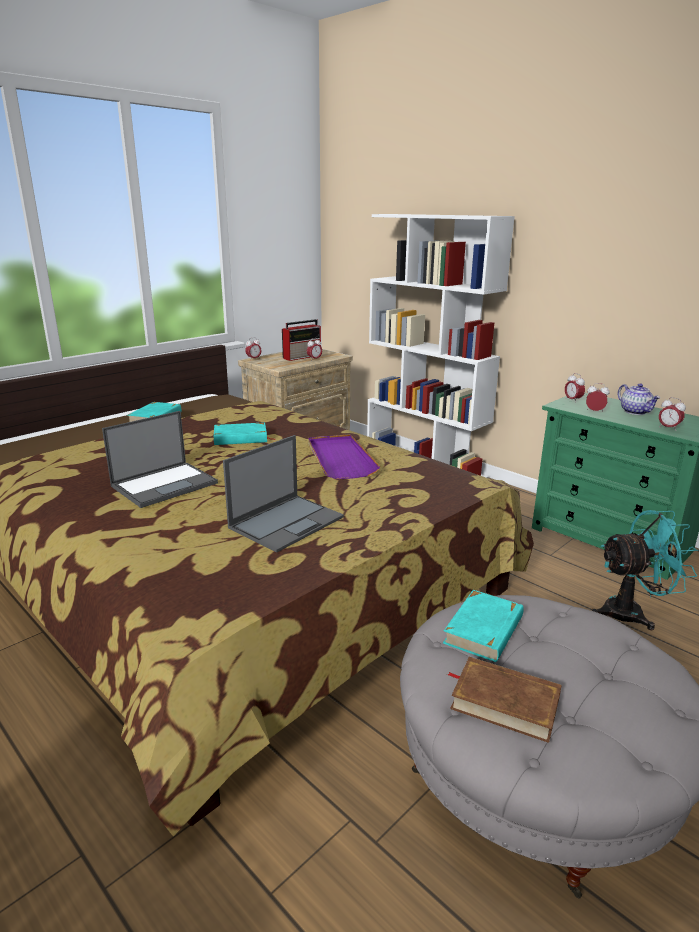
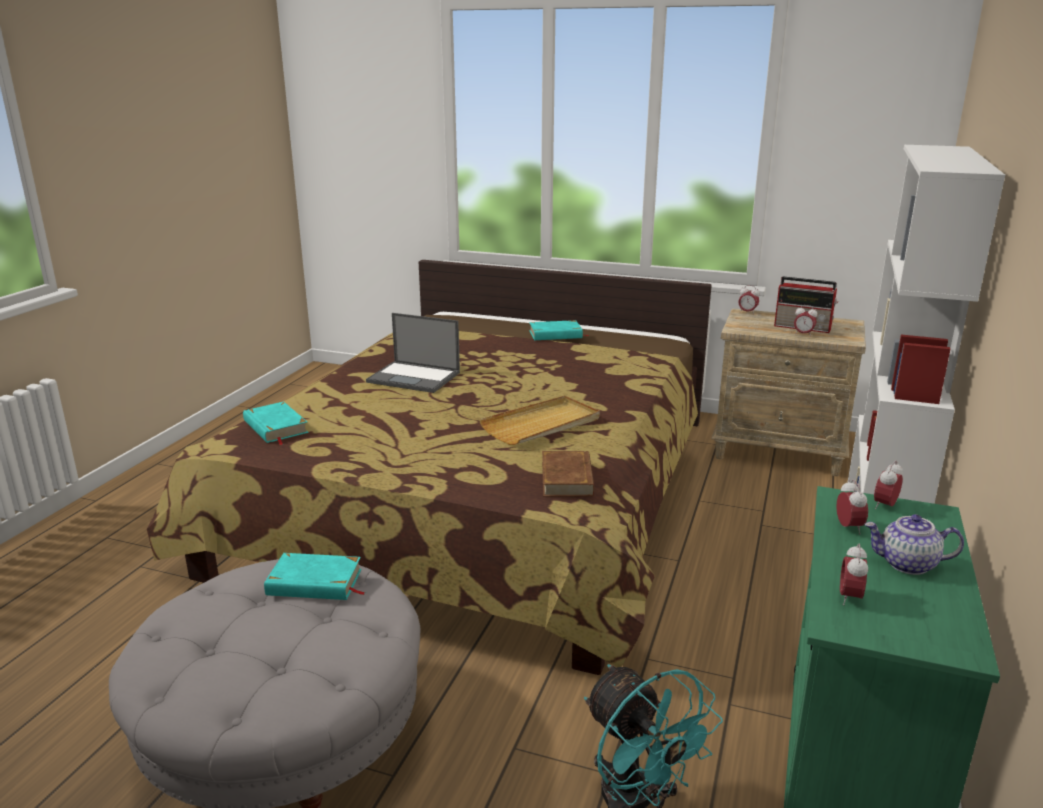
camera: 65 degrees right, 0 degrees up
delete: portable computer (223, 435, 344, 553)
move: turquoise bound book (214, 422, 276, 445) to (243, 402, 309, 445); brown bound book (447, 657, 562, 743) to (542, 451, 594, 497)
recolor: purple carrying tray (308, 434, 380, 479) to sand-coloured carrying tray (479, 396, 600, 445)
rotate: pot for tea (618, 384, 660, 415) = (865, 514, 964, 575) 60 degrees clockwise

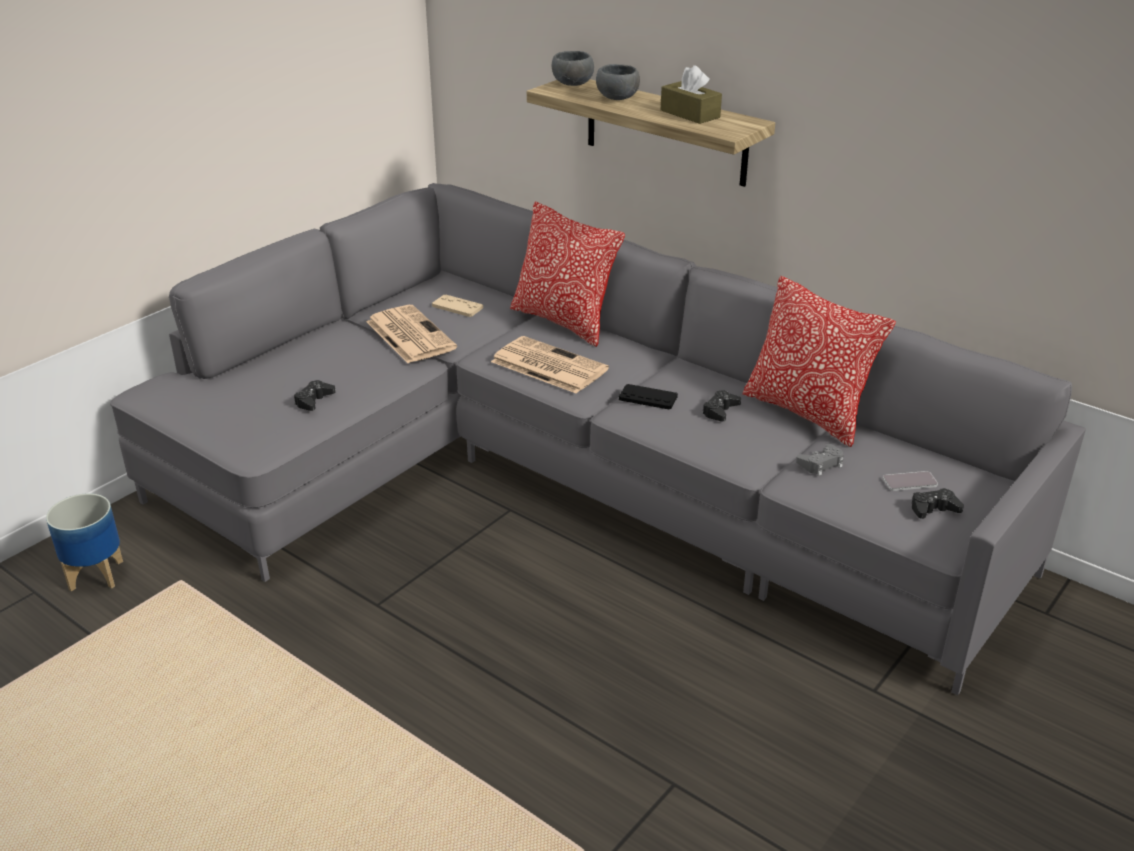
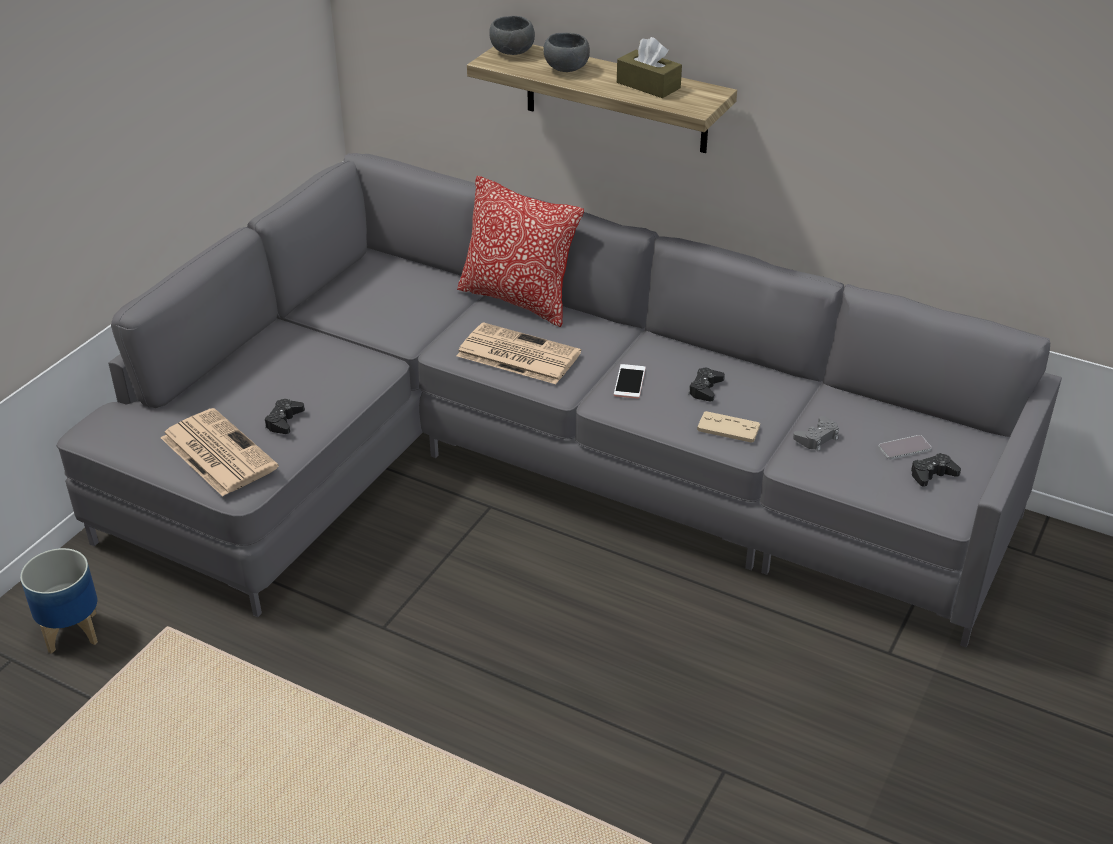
camera: 10 degrees left, 5 degrees up
delete: throw pillow (742, 276, 896, 447)
move: sand-coloured joypad (432, 294, 483, 317) to (697, 411, 760, 443); newspaper (366, 305, 457, 363) to (161, 408, 279, 497)
replace: black joypad (619, 384, 678, 409) to telephone (614, 364, 646, 398)

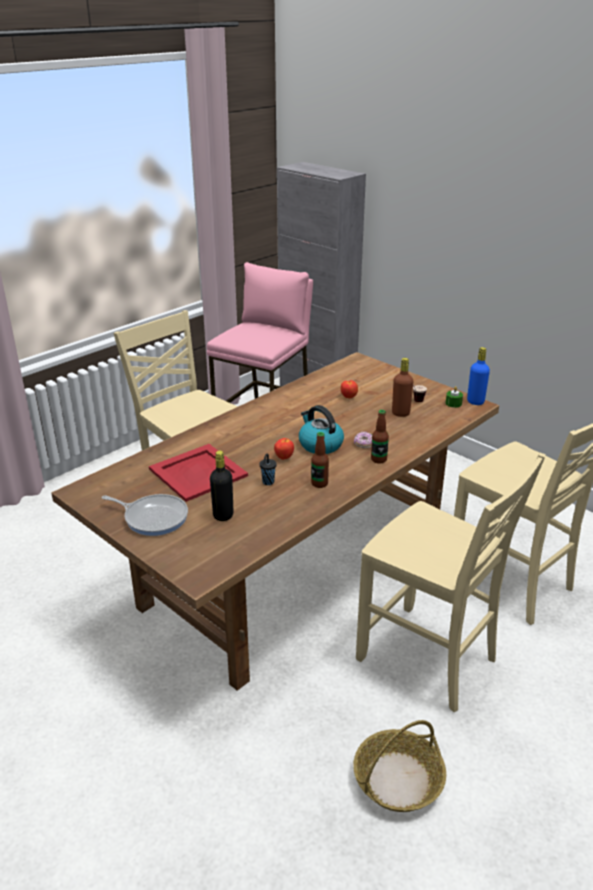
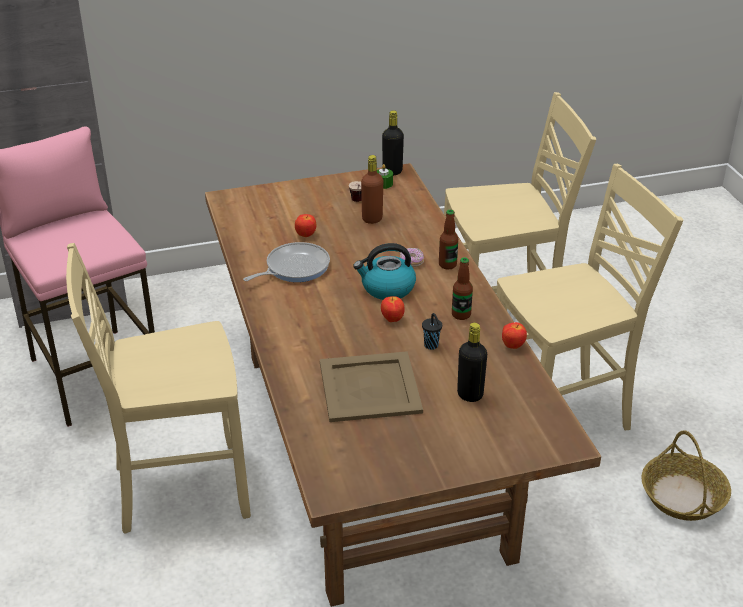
camera: 60 degrees left, 5 degrees up
insert: apple (502, 322, 527, 349)
move: skillet (102, 494, 188, 536) to (243, 242, 330, 282)
recolor: blue beverage bottle (467, 347, 490, 405) to black beverage bottle (382, 110, 404, 175); red carrying tray (149, 444, 248, 502) to sand-coloured carrying tray (320, 351, 423, 422)

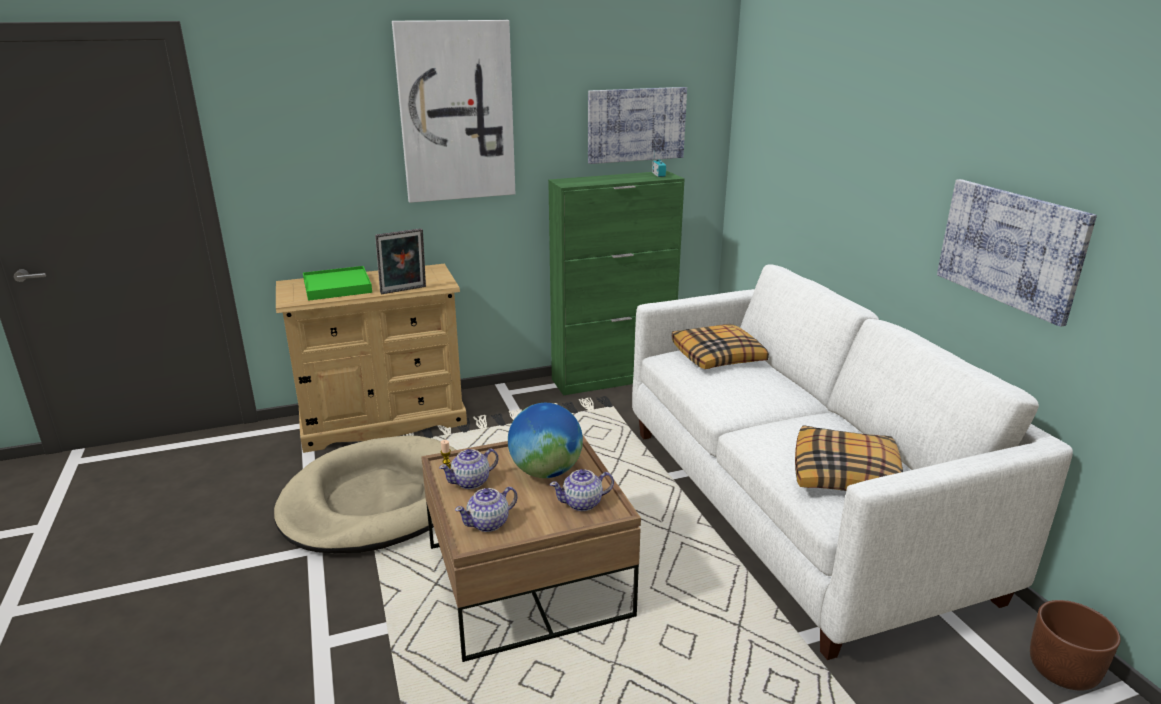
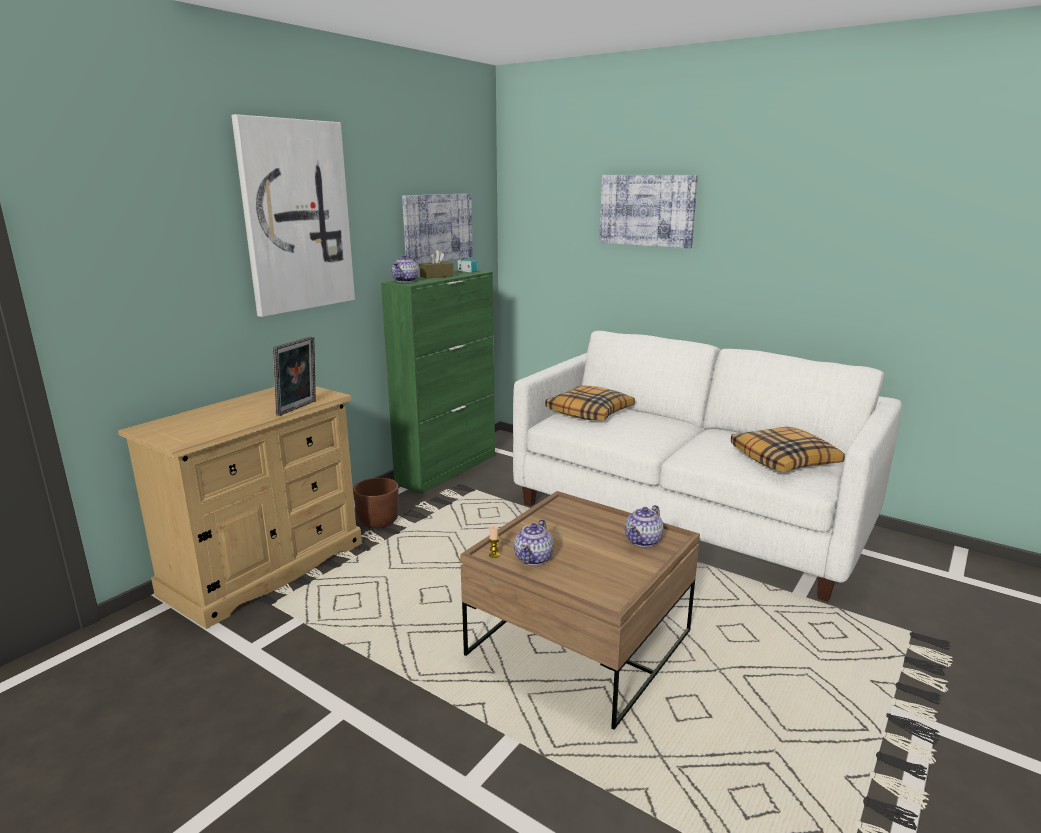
camera: 35 degrees left, 5 degrees down
delete: green-coloured carrying tray (303, 266, 372, 301); desk globe (508, 403, 583, 478); sand-coloured dog cushion (274, 435, 456, 553)
insert: brown tissue holder (419, 250, 454, 279)
move: wall picture (937, 179, 1097, 327) to (599, 175, 698, 248); pot for tea (455, 487, 518, 532) to (392, 255, 419, 282); brown planter (1030, 600, 1121, 691) to (353, 478, 399, 529)

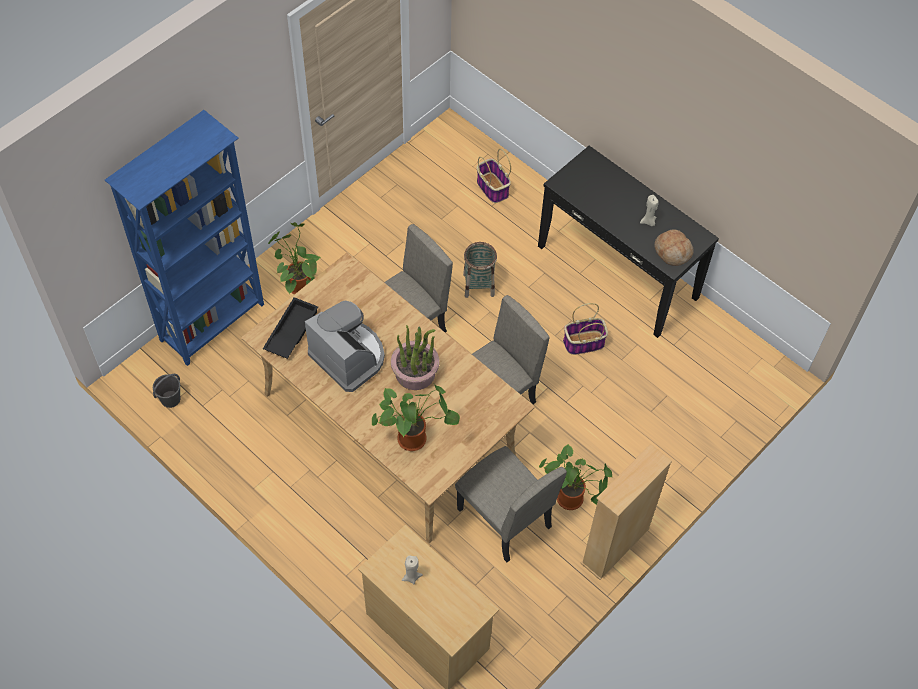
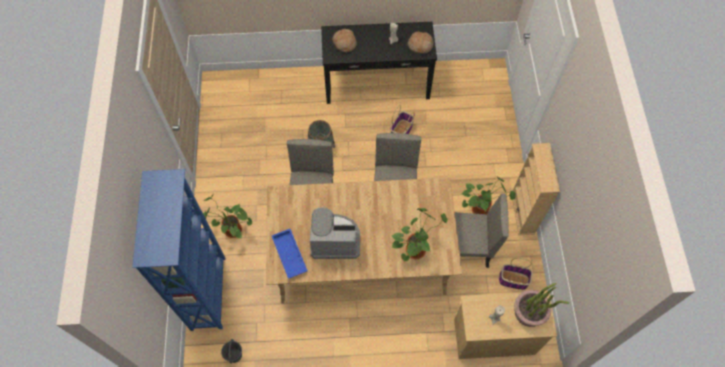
camera: 45 degrees left, 5 degrees up
insert: baked bread (332, 29, 357, 53)
move: household basket (477, 149, 511, 203) to (499, 258, 533, 290); plant in a pot (391, 325, 439, 390) to (514, 283, 569, 327)
recolor: black carrying tray (263, 297, 318, 359) to blue carrying tray (272, 229, 308, 279)

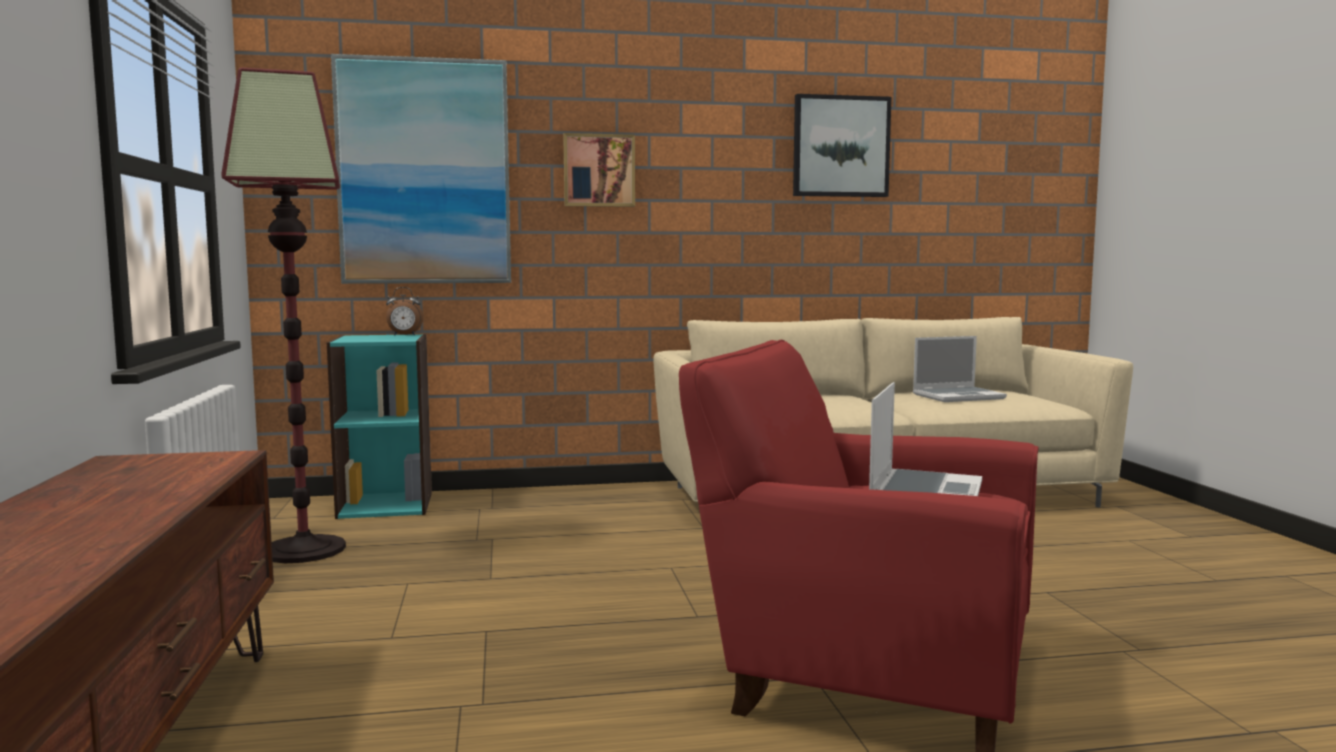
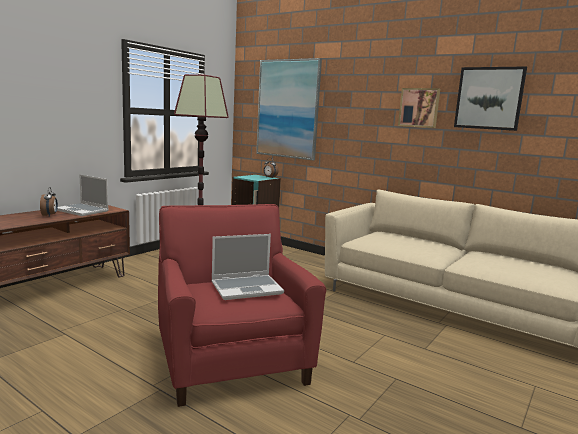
camera: 45 degrees right, 5 degrees up
insert: alarm clock (40, 187, 58, 217)
move: wall picture (563, 133, 635, 207) to (398, 88, 440, 128); portable computer (913, 336, 1007, 402) to (57, 175, 109, 216)

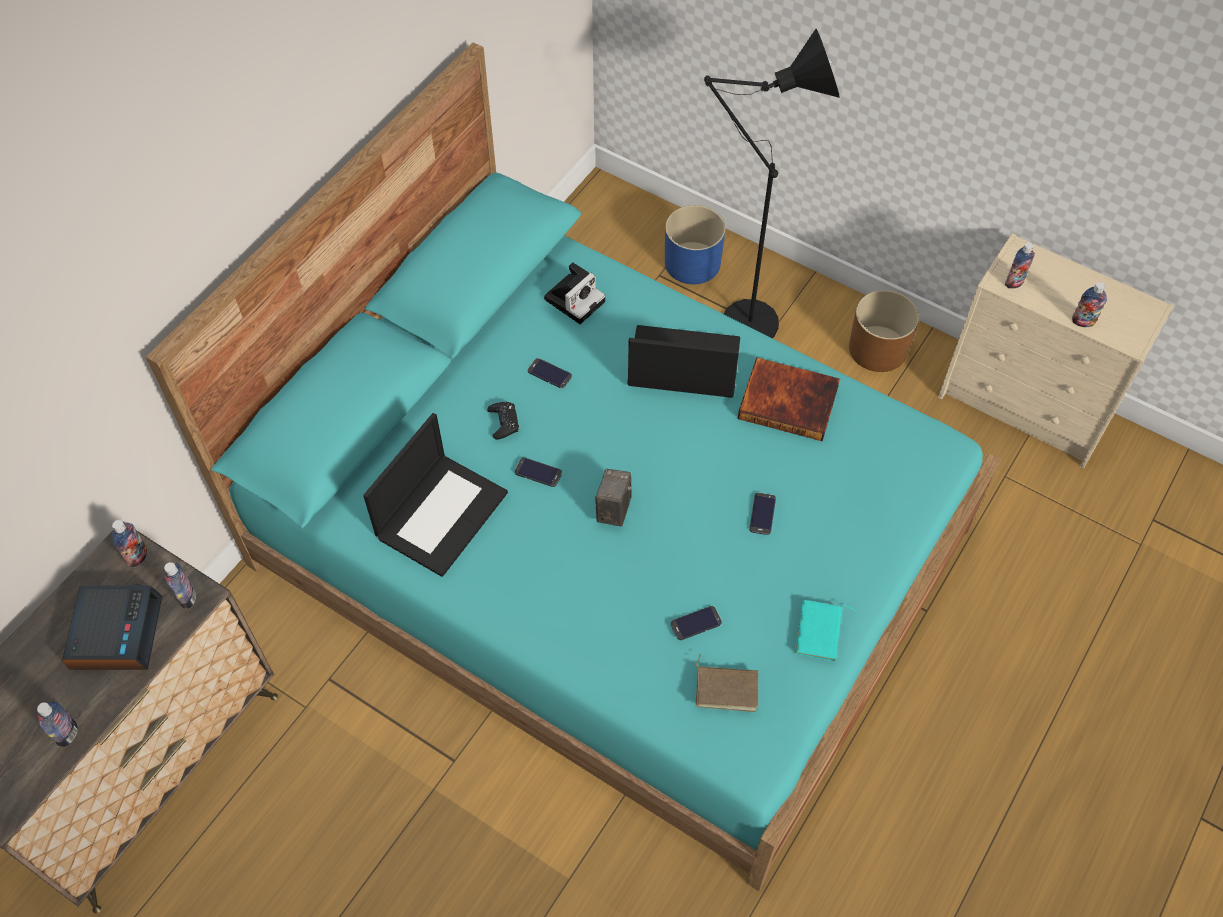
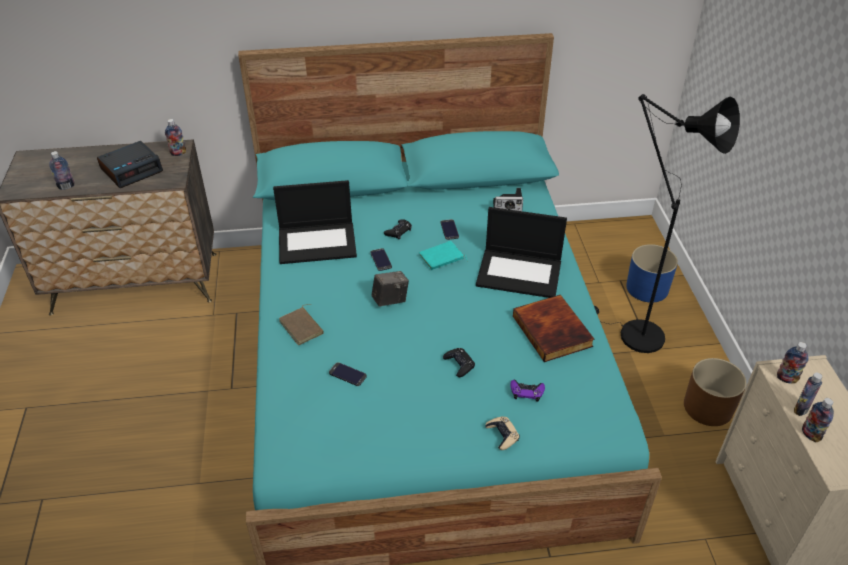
camera: 50 degrees right, 15 degrees down
insert: purple joypad (510, 380, 545, 402); sand-coloured joypad (485, 417, 520, 450)
move: beverage bottle (164, 562, 196, 609) to (794, 373, 822, 416); turquoise bound book (794, 600, 856, 661) to (419, 241, 468, 270); brown bound book (695, 654, 758, 712) to (279, 304, 324, 345)
replace: telephone (749, 493, 776, 535) to black joypad (443, 348, 475, 377)
rotate: portable computer (627, 325, 740, 398) = (476, 207, 567, 298) 135 degrees clockwise

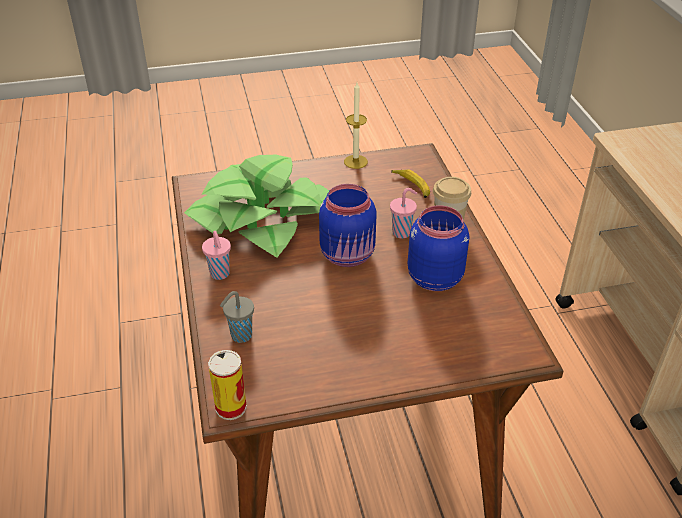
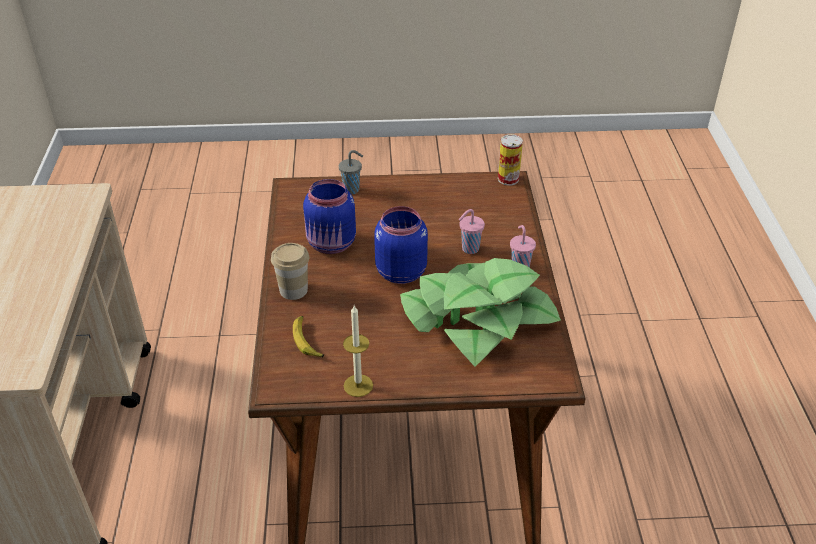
camera: 170 degrees left, 0 degrees up
move: pinkish drinking cup (390, 188, 417, 238) to (458, 209, 485, 254); grey drinking cup (220, 291, 254, 343) to (339, 150, 363, 195)

